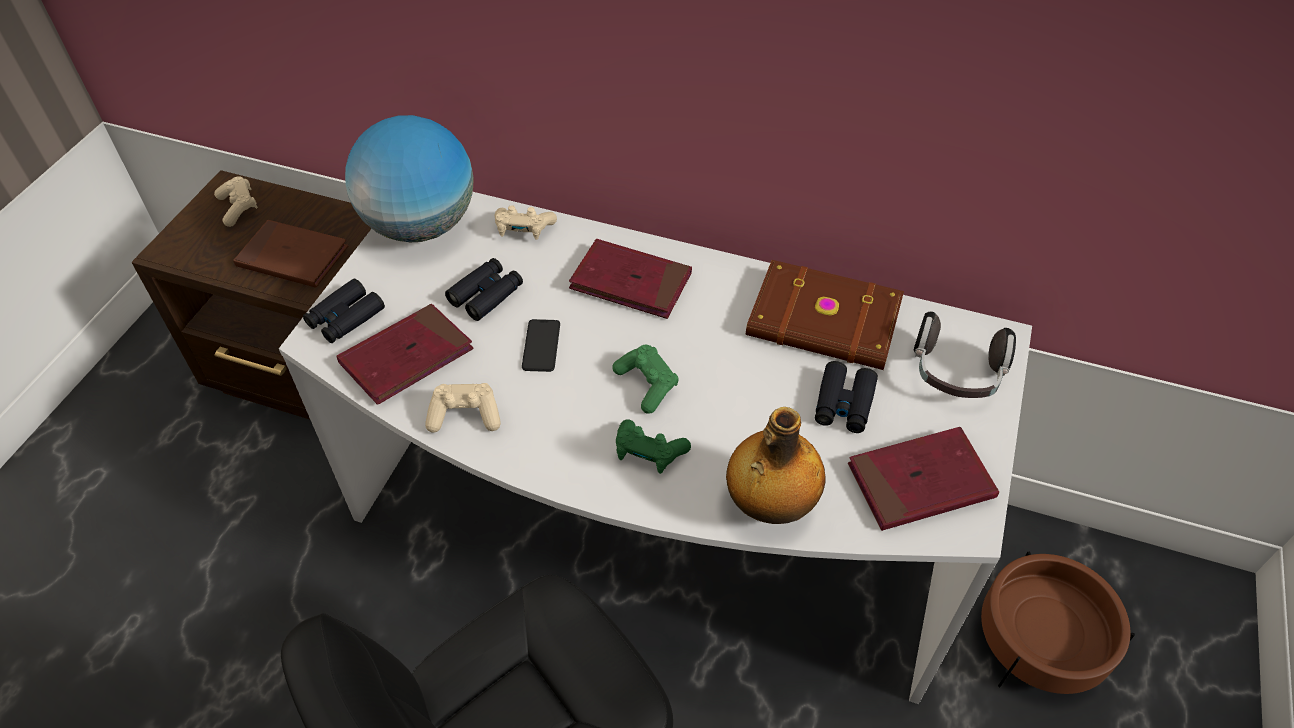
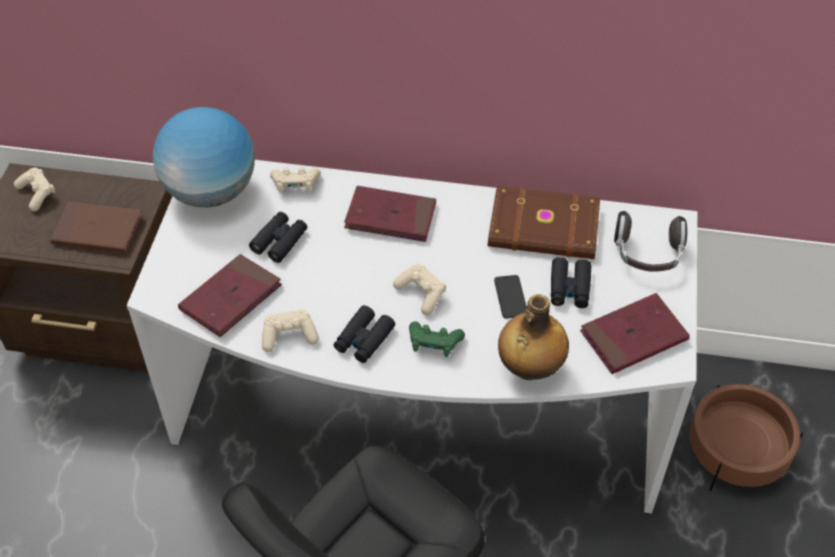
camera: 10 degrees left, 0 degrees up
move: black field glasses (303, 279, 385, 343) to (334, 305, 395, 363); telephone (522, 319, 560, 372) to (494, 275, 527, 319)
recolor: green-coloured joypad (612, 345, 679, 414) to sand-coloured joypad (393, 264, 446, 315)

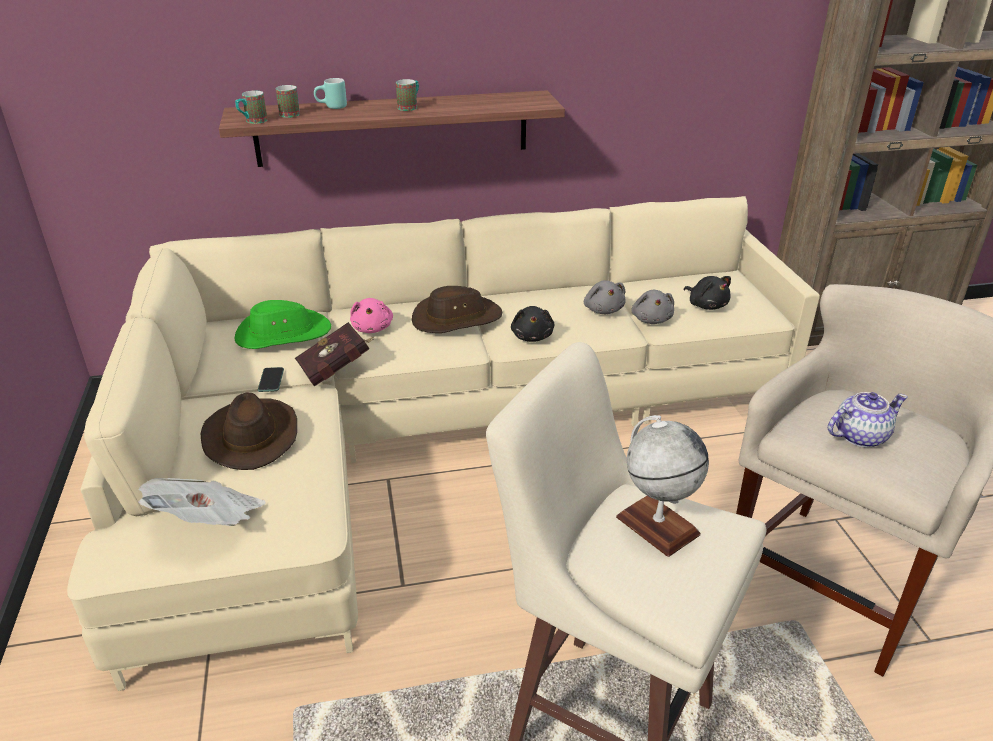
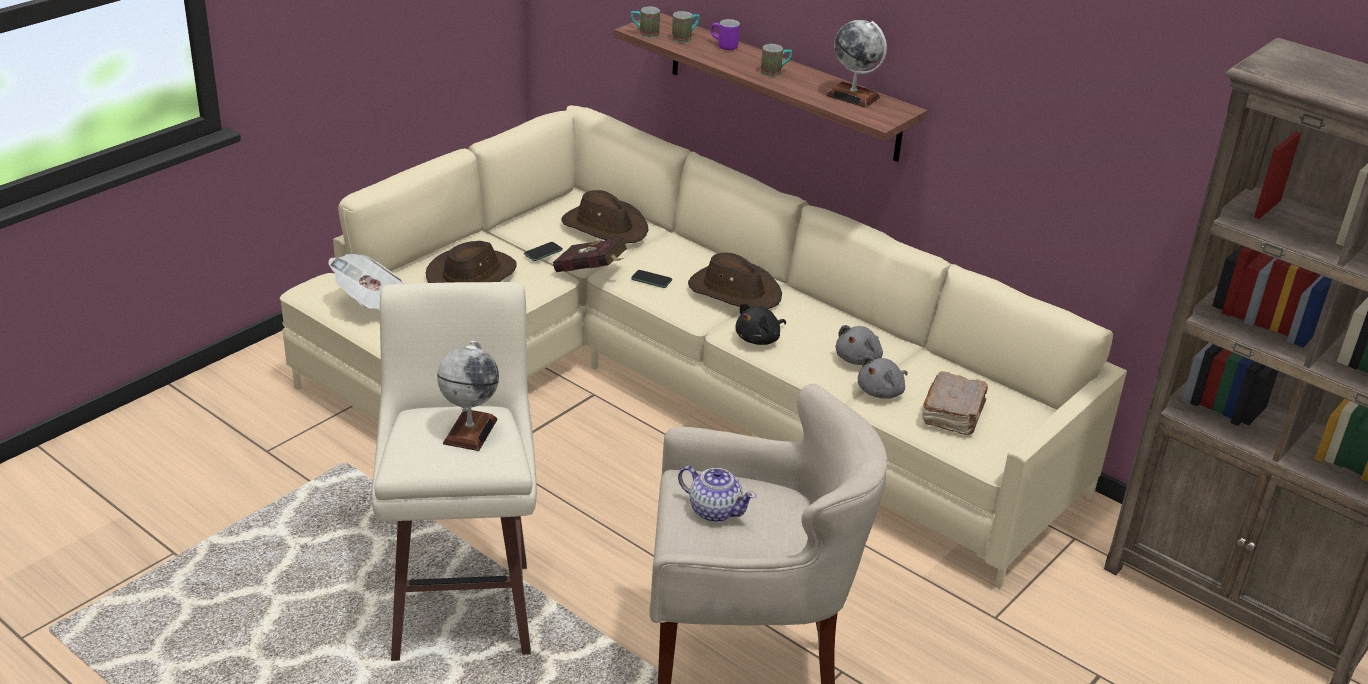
camera: 50 degrees right, 0 degrees up
delete: pinkish soft toy (350, 298, 393, 333)
insert: desk globe (826, 20, 887, 108); telephone (631, 270, 672, 288)
replace: black soft toy (683, 276, 731, 310) to brown bound book (922, 371, 988, 435)
recolor: turquoise mug (314, 78, 347, 109) to purple mug (711, 19, 740, 50); green-coloured hat (234, 300, 331, 349) to brown hat (561, 190, 648, 244)

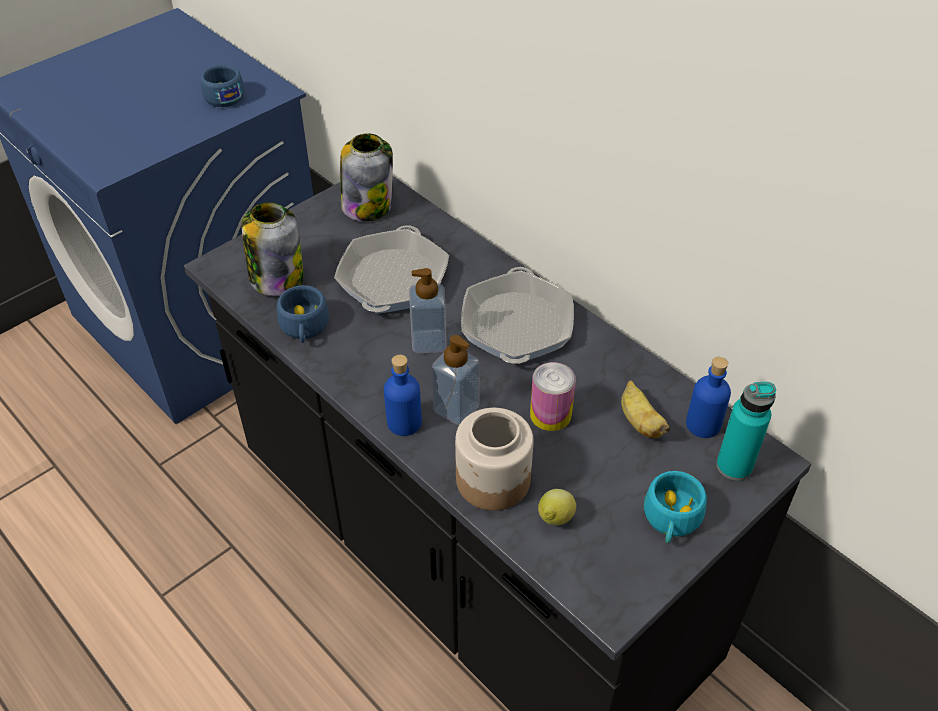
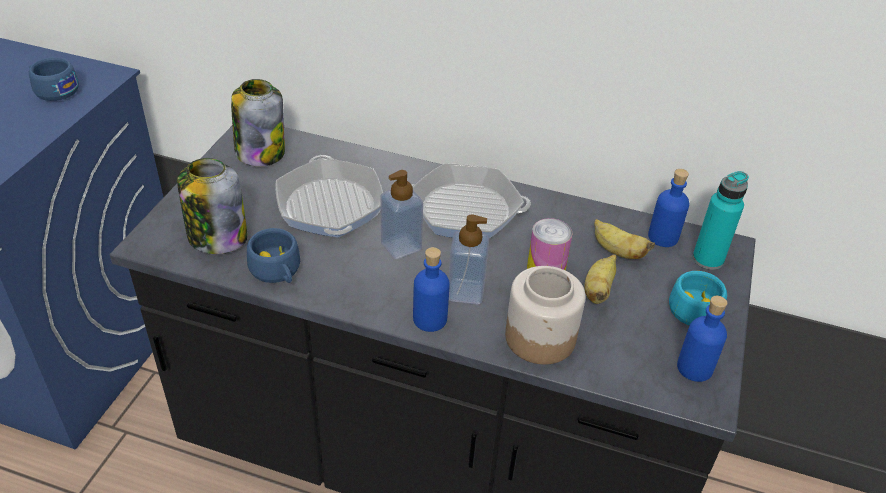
camera: 30 degrees left, 5 degrees down
delete: citrus fruit (538, 489, 576, 525)
insert: whole banana (584, 255, 616, 304); blue beverage bottle (677, 296, 727, 382)
rotate: skillet (461, 267, 574, 364) = (411, 164, 531, 238) 120 degrees clockwise

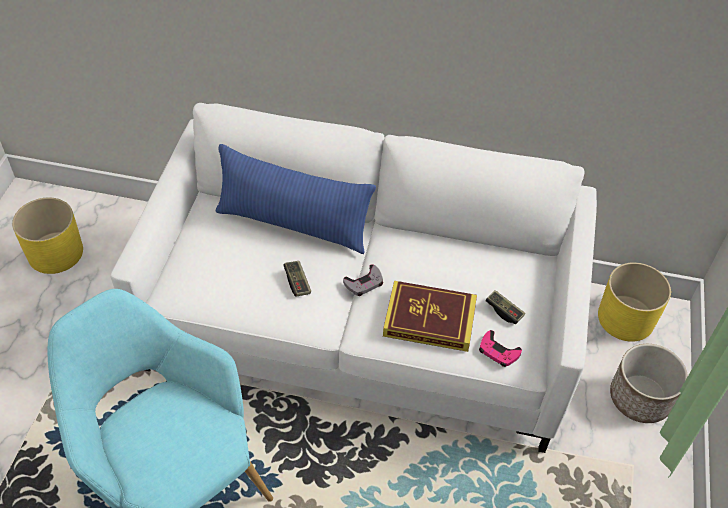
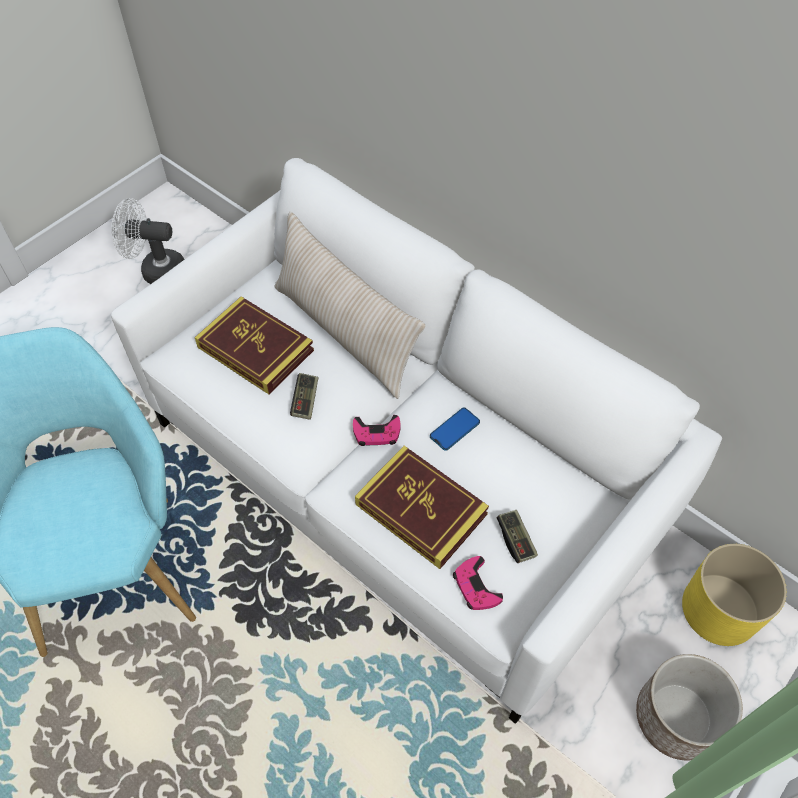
camera: 30 degrees right, 5 degrees up
insert: bound book (195, 296, 314, 394); telephone (430, 408, 480, 451)
replace: yellowish planter (12, 198, 83, 274) to whitish fan (111, 198, 185, 284)
recolor: blue throw pillow (216, 144, 376, 254) to sand-coloured throw pillow (274, 212, 425, 399); grey joypad (343, 264, 383, 296) to pinkish joypad (353, 415, 400, 446)

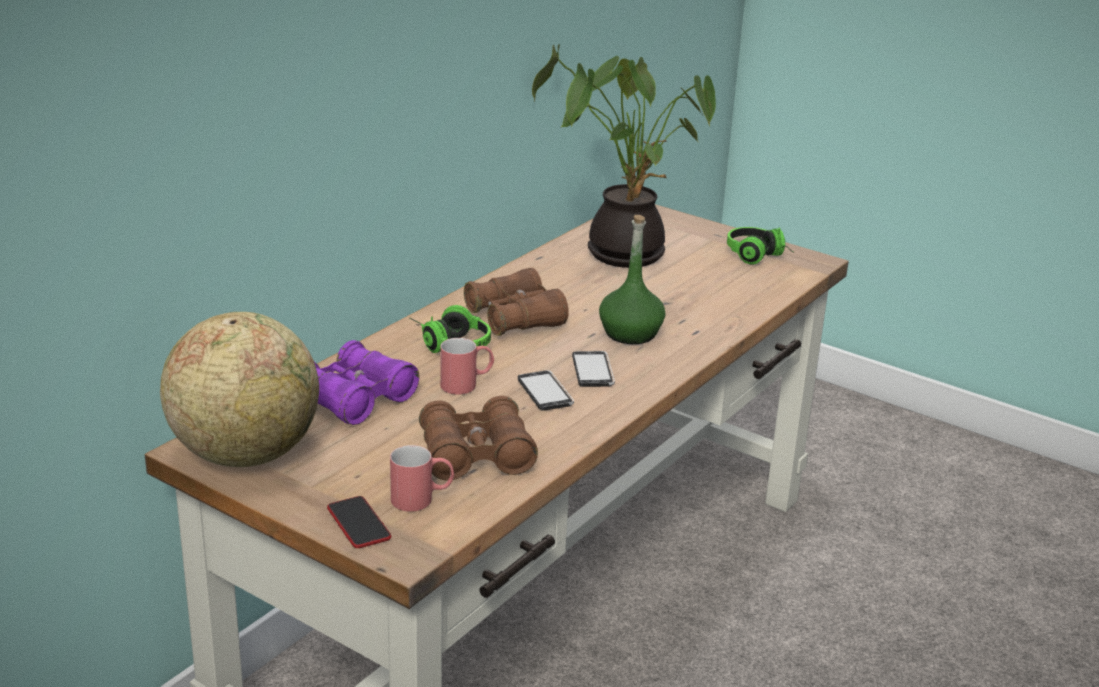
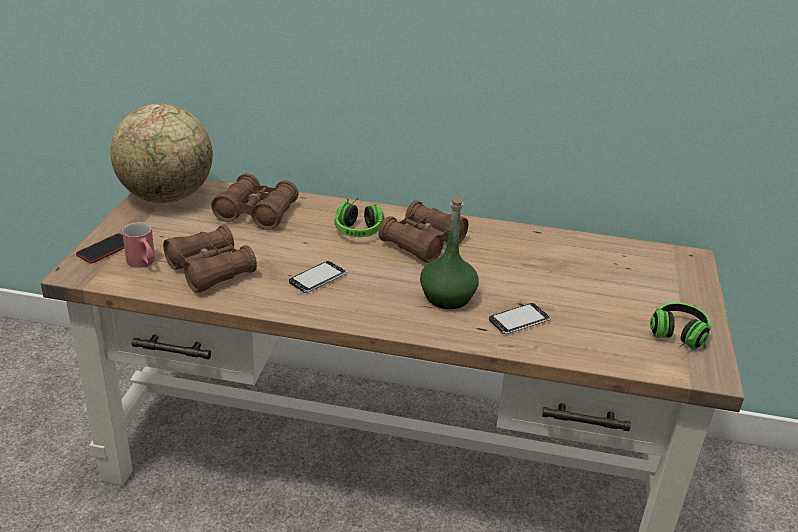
camera: 65 degrees right, 5 degrees up
delete: plant in a pot (532, 44, 716, 268); red mug (440, 338, 494, 395)
move: telephone (572, 351, 615, 387) to (489, 303, 551, 334)
recolor: purple field glasses (314, 340, 419, 425) to brown field glasses (211, 173, 299, 230)

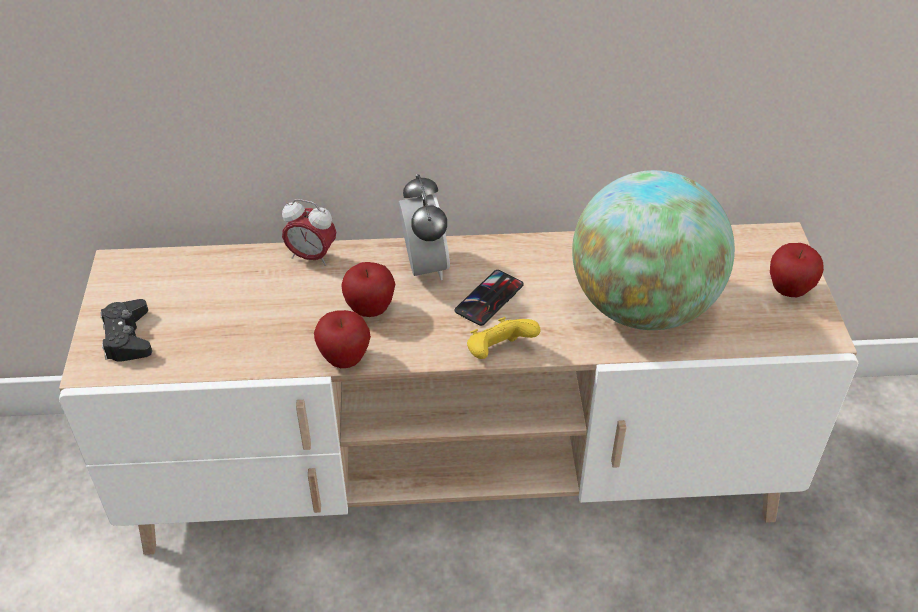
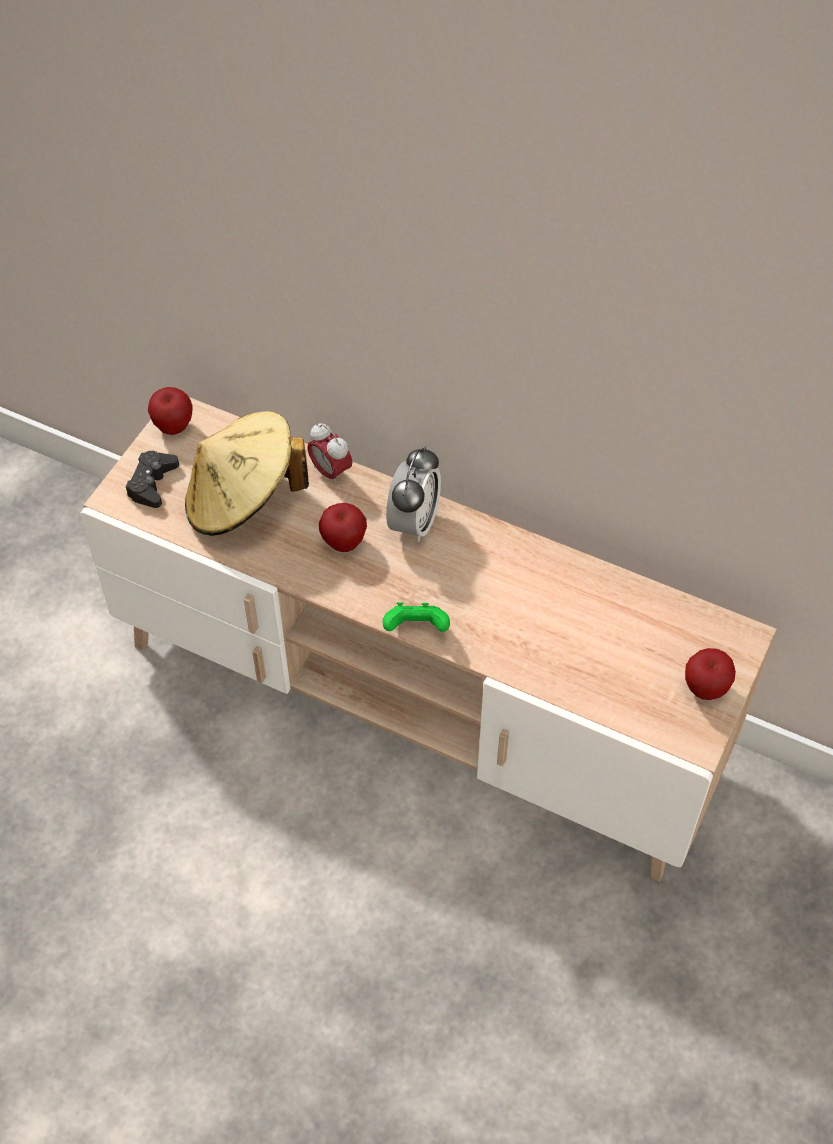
camera: 30 degrees right, 10 degrees up
delete: desk globe (572, 170, 735, 330); telephone (455, 270, 524, 326)
insert: sand-coloured hat (185, 411, 309, 536)
move: apple (314, 310, 371, 368) to (148, 387, 193, 435)
recolor: yellowish joypad (467, 317, 541, 359) to green-coloured joypad (383, 602, 450, 632)

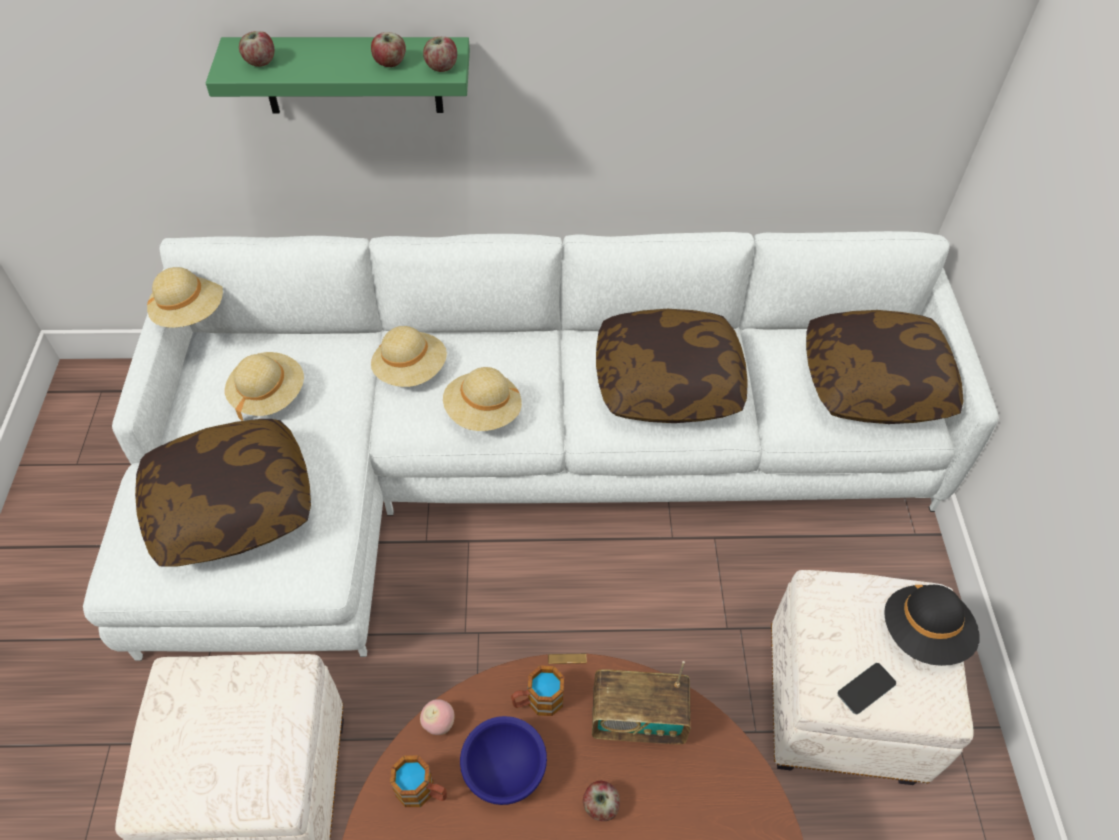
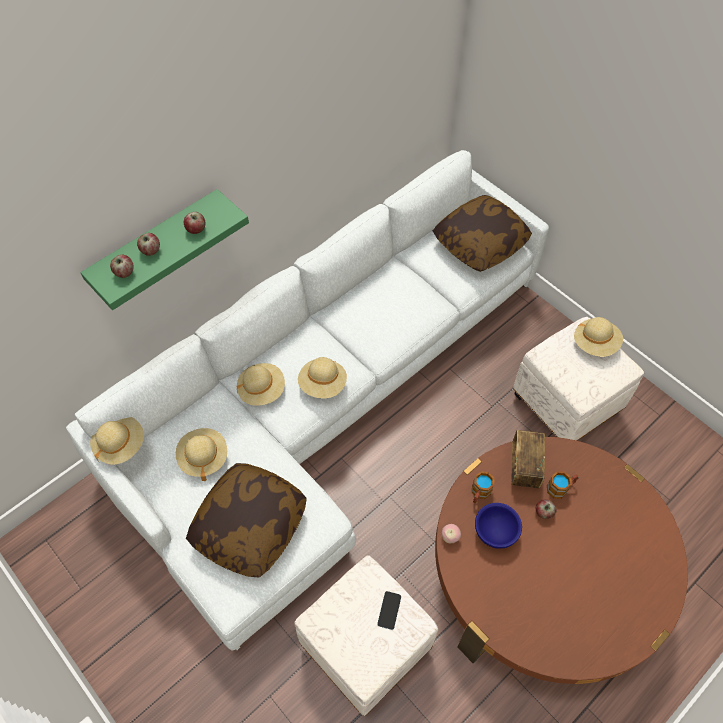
camera: 40 degrees left, 5 degrees up
delete: throw pillow (596, 309, 748, 423)
move: apple (423, 37, 457, 72) to (137, 233, 160, 256); telephone (837, 663, 896, 714) to (377, 591, 401, 630); mug (390, 755, 447, 807) to (547, 471, 579, 499)
recolor: black hat (884, 585, 980, 666) to sand-coloured hat (574, 317, 623, 357)
rotate: radio receiver (592, 661, 691, 744) = (511, 430, 545, 488) 135 degrees clockwise

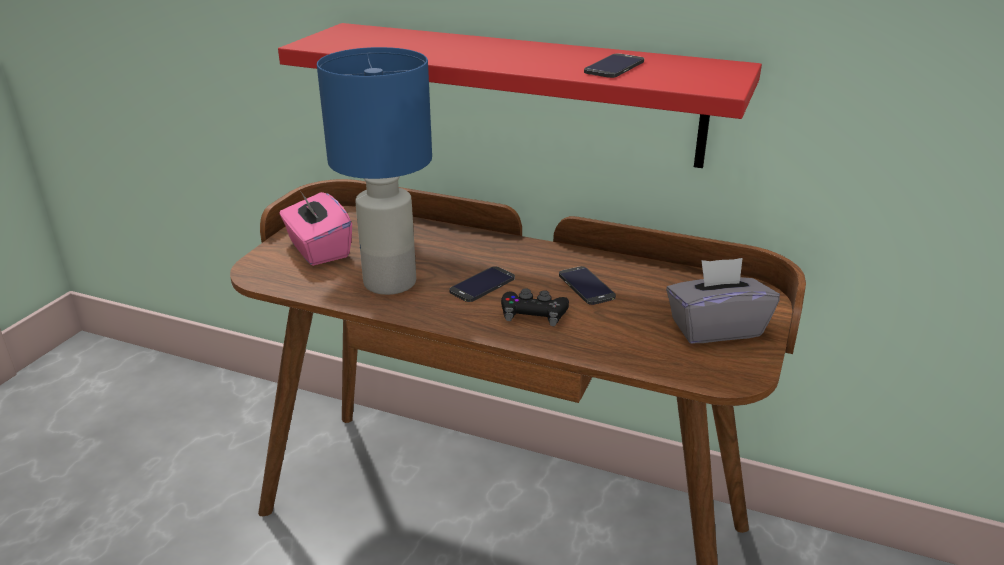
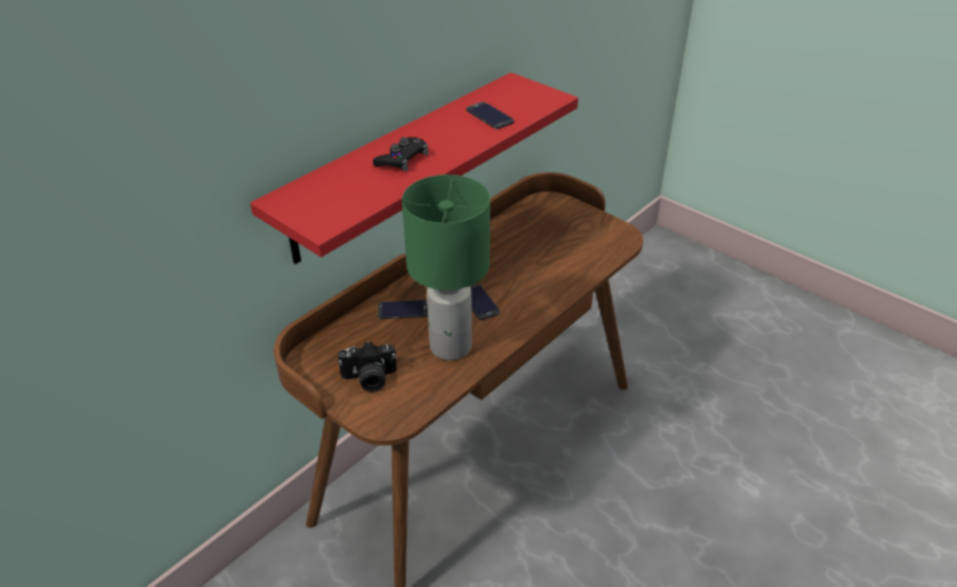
camera: 70 degrees left, 10 degrees up
delete: grey tissue holder (666, 258, 780, 343)
move: telephone (559, 266, 616, 305) to (378, 300, 428, 319); black joypad (501, 288, 569, 326) to (373, 137, 428, 171)
replace: pinkish tissue holder (279, 187, 352, 266) to photo camera (338, 341, 397, 392)
recolor: blue tabletop lamp (317, 47, 432, 295) to green-coloured tabletop lamp (402, 175, 490, 360)

